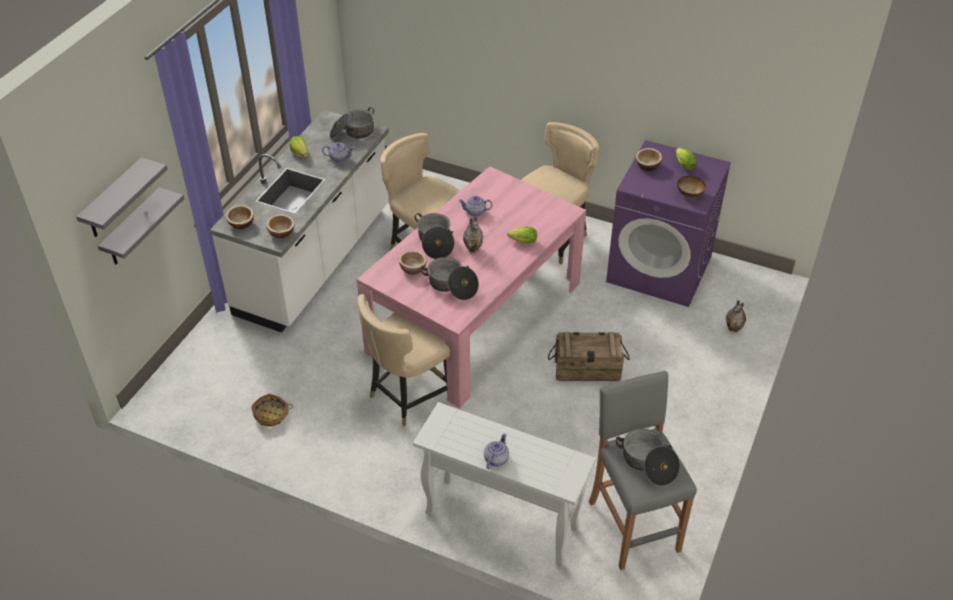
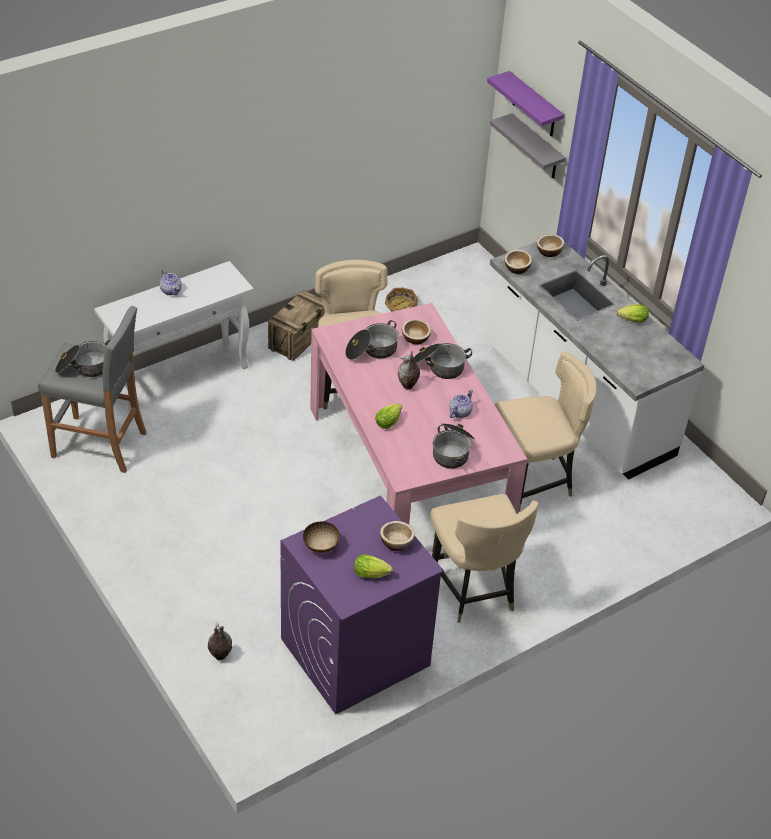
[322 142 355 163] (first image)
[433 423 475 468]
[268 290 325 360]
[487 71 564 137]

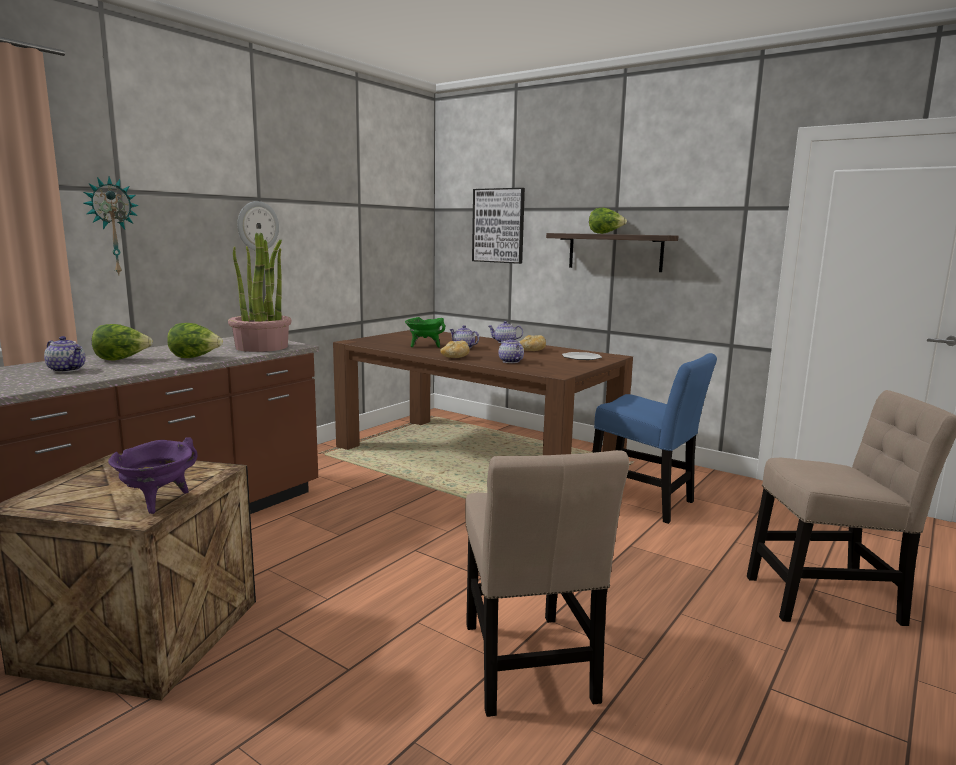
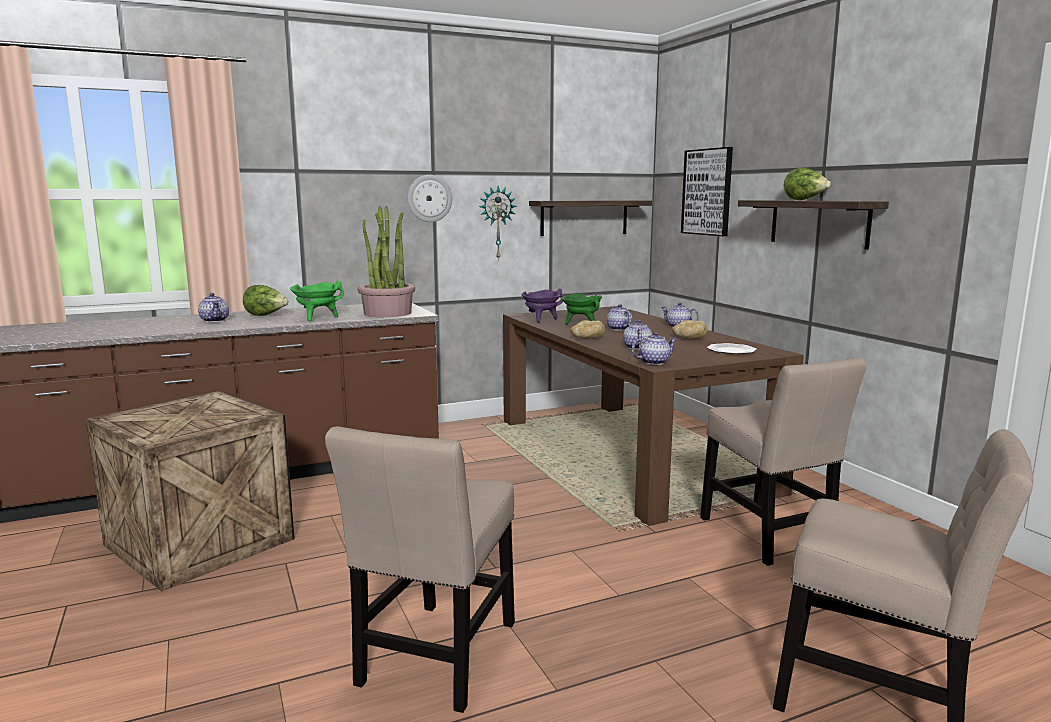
[529 200 652 236]
[632 332 677 365]
[479 186 517 261]
[521 289 563 323]
[290 281 344 321]
[700 358 867 566]

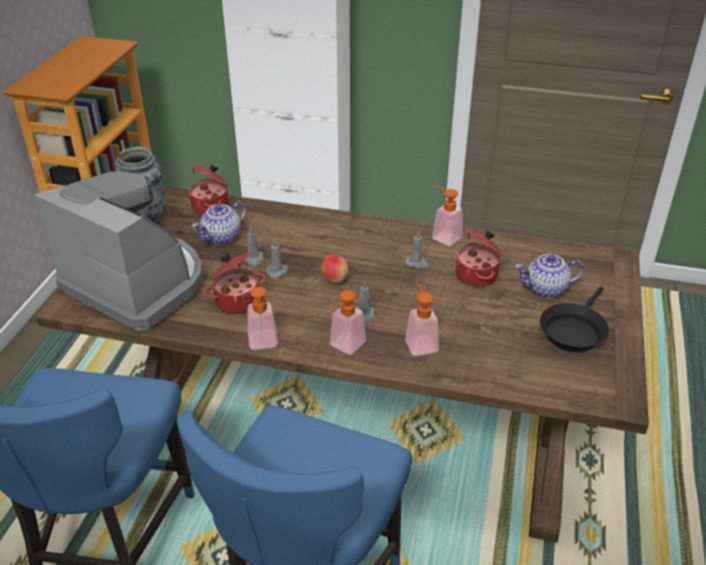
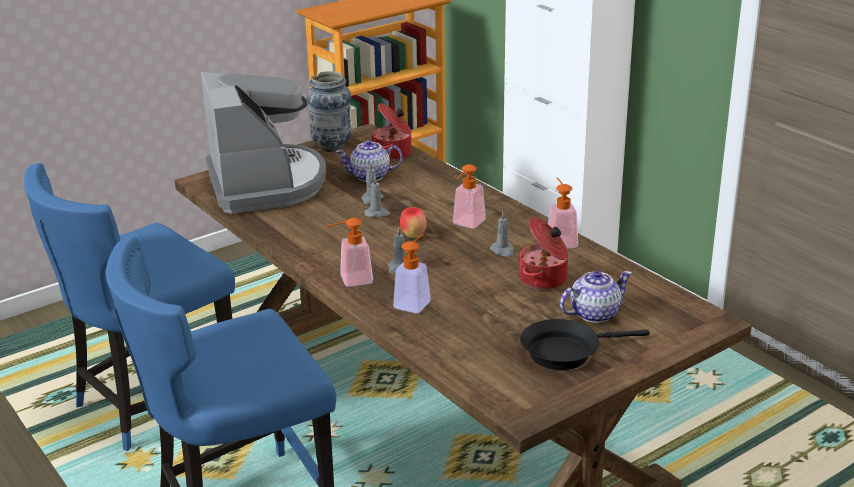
[205 252 265 314] (first image)
[453 164 486 228]
[560 270 632 323]

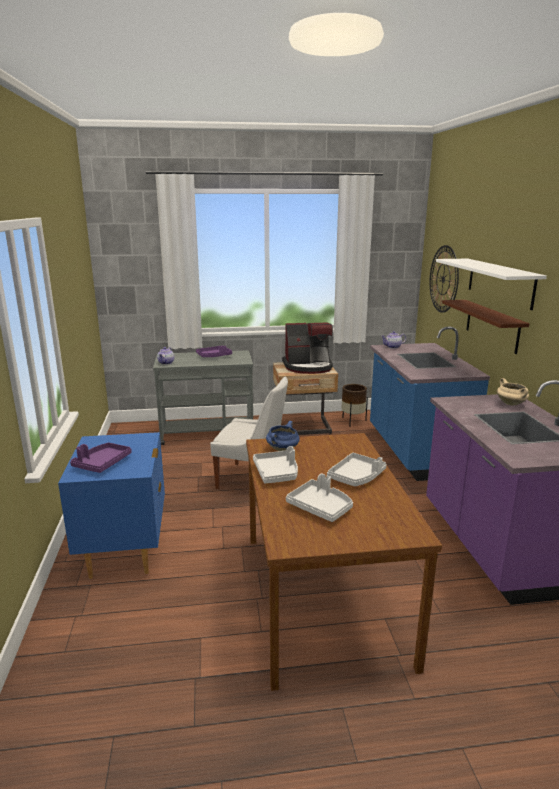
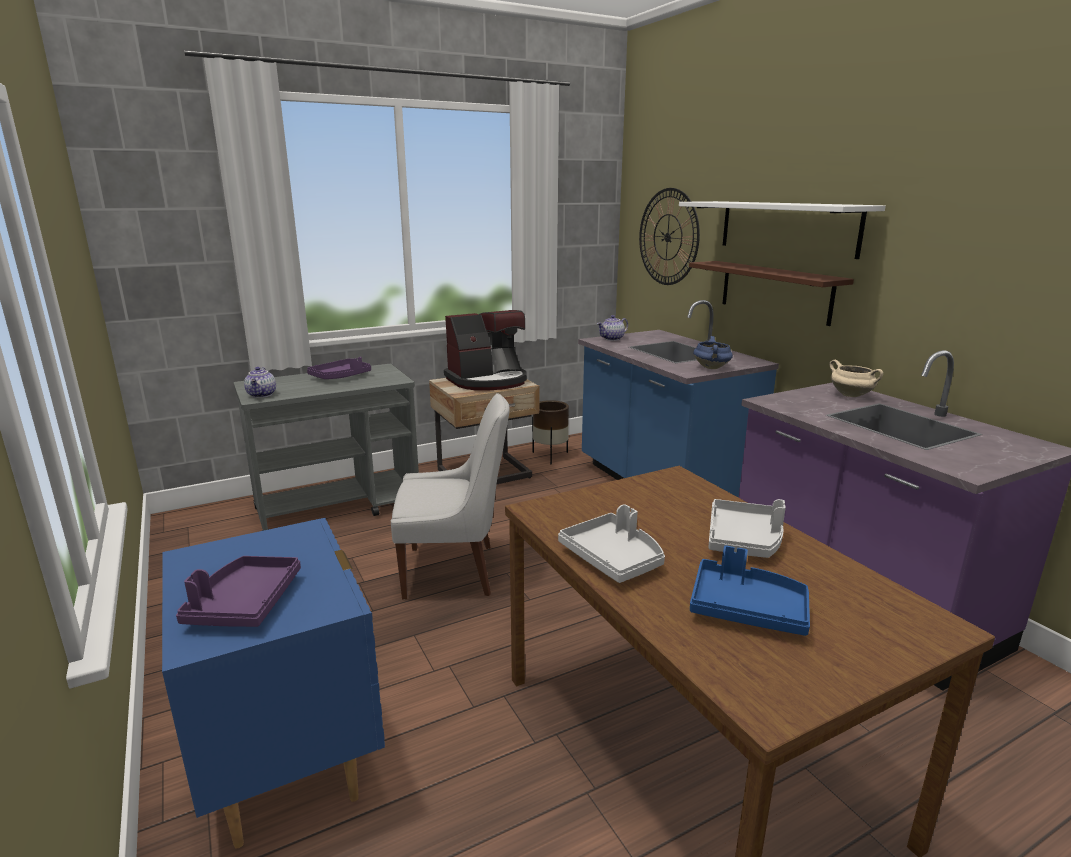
[693 336 733 369]
[690 546 810 636]

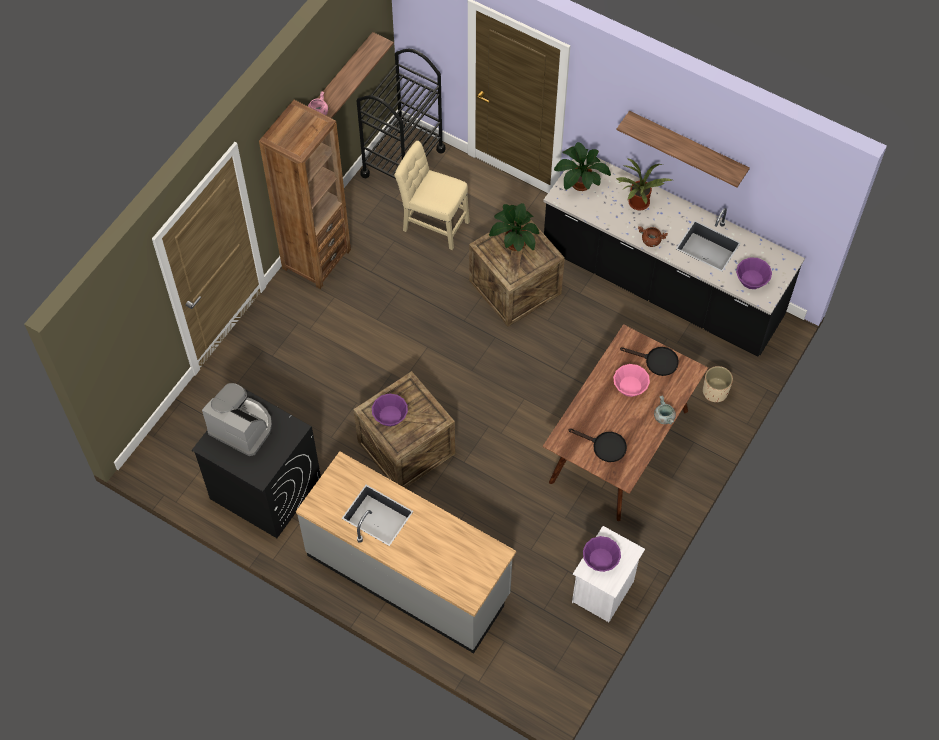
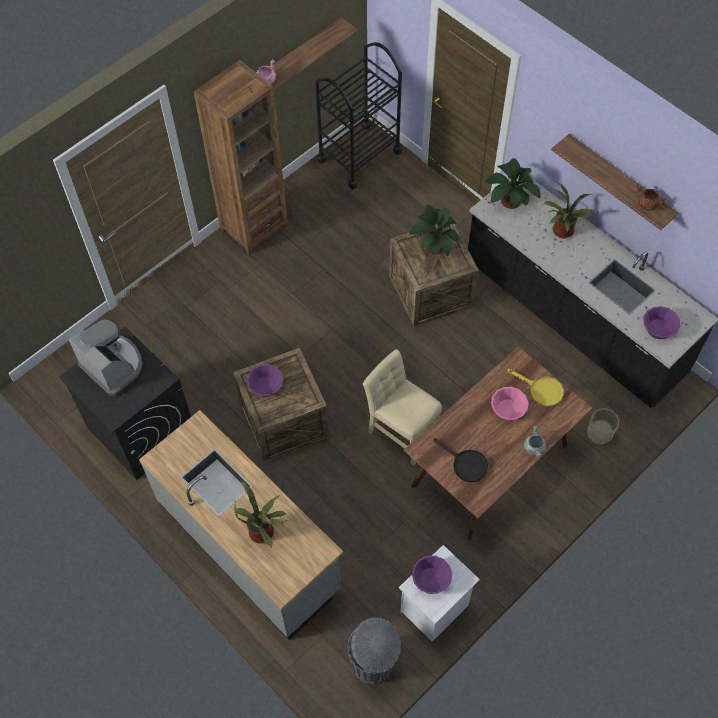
[234 480 288 548]
[347 617 401 684]
[363 349 442 466]
[636 185 668 211]
[508 369 564 407]

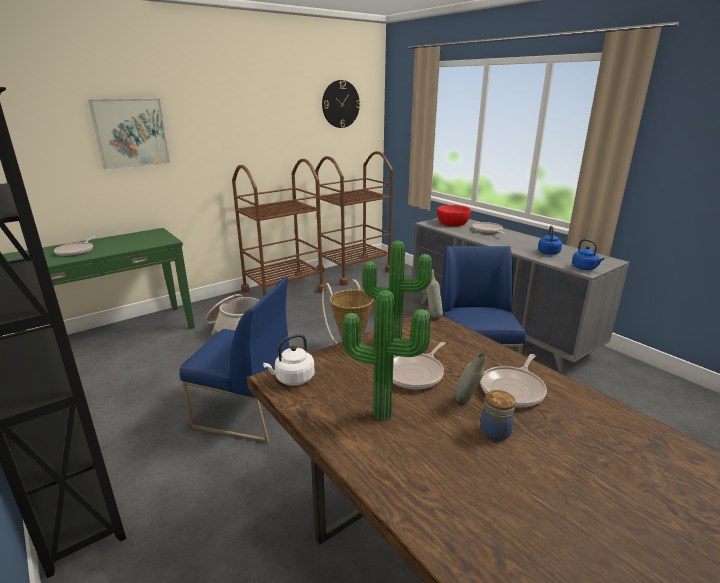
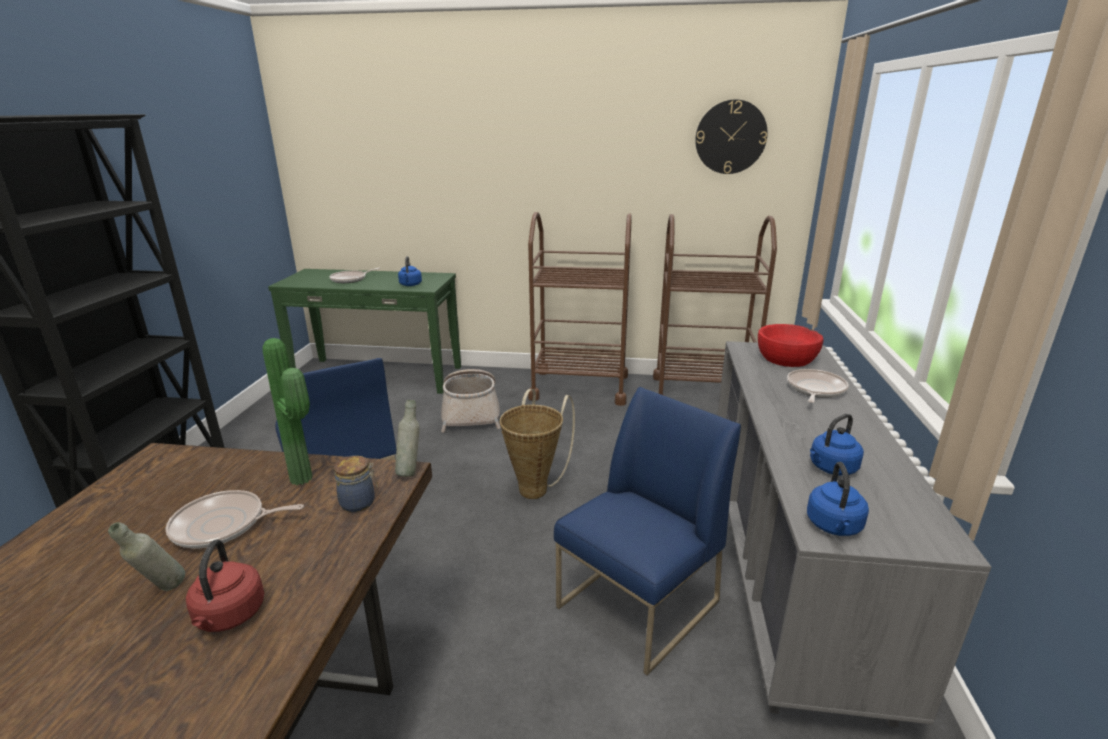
[88 98 170 169] (first image)
[263 334 314 386] (first image)
[342 290 431 421] (first image)
[398 256 422 286]
[334 456 378 512]
[186 539 264 632]

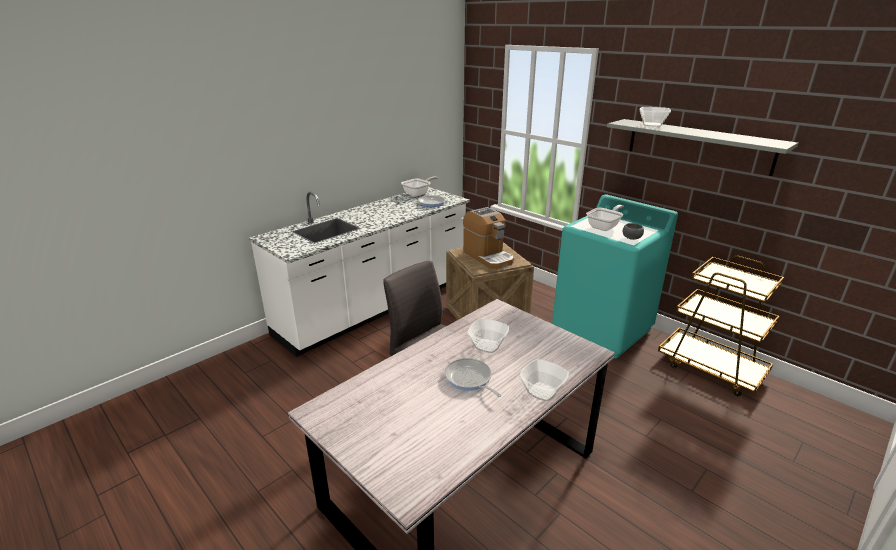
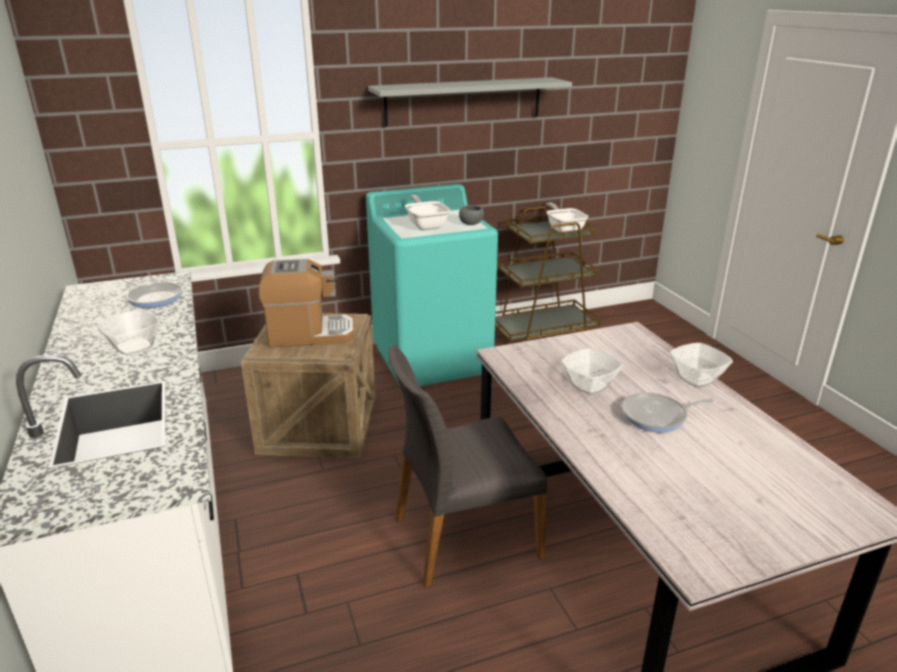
[546 202 589 234]
[97 309 160 355]

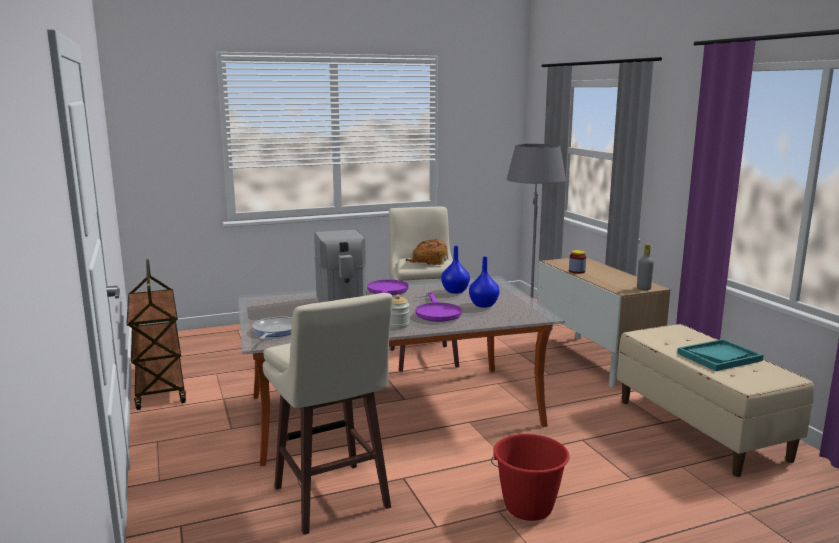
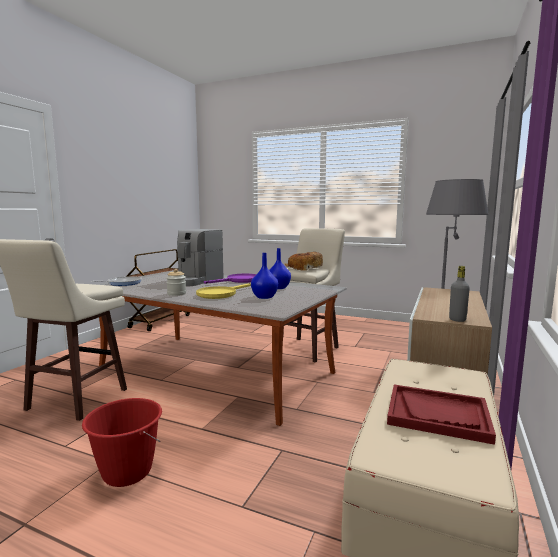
[569 250 586 274] (first image)
[196 283 251 299]
[387 385 496 445]

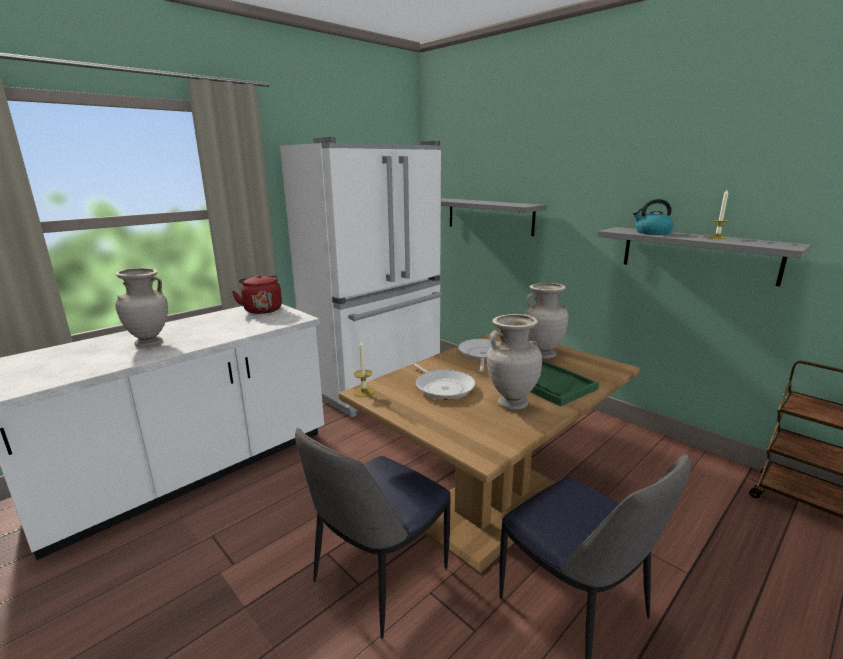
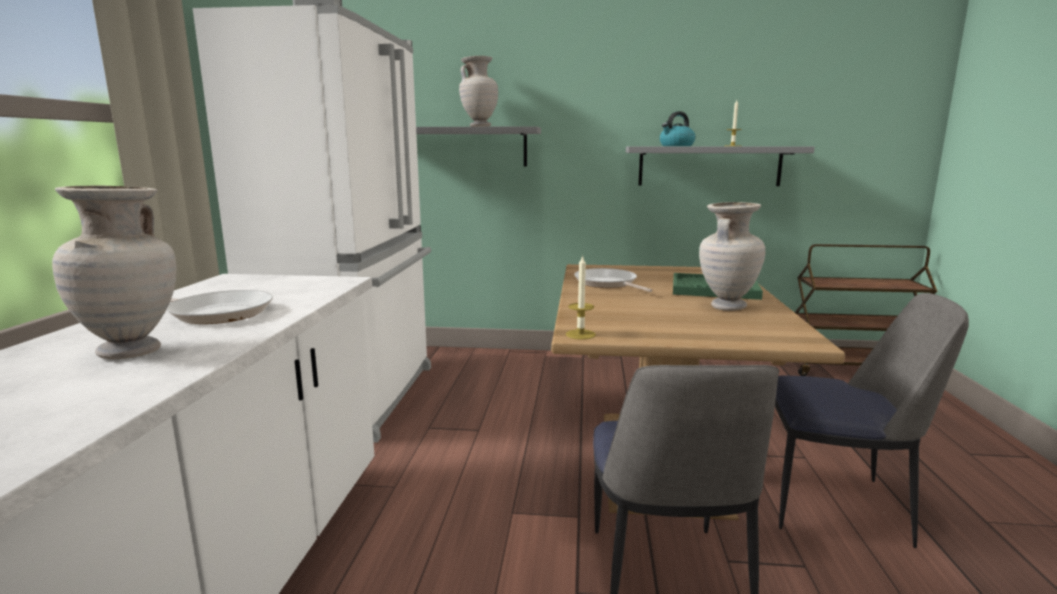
[232 275 282 314] (first image)
[167 290 273 324]
[459 56 498 127]

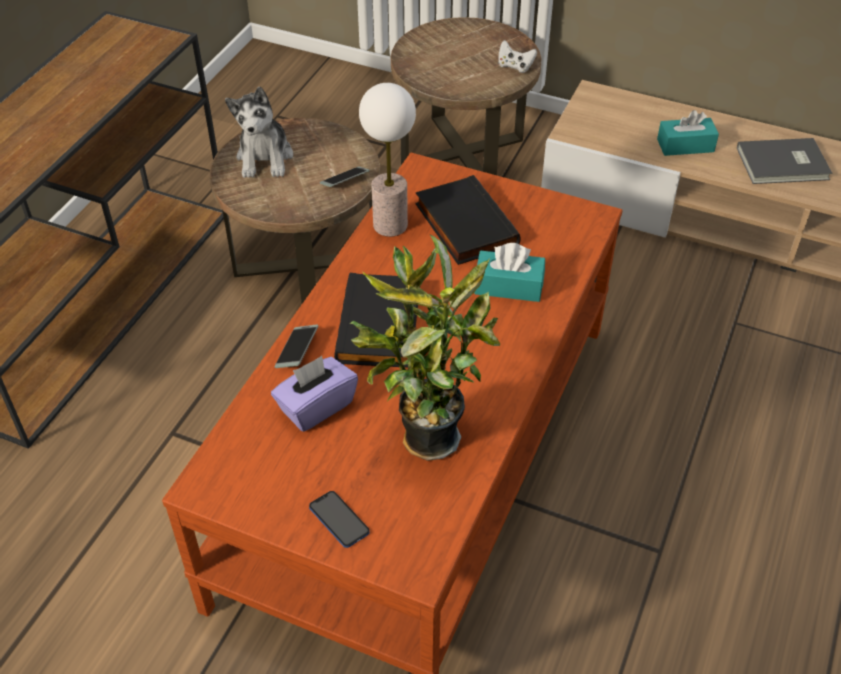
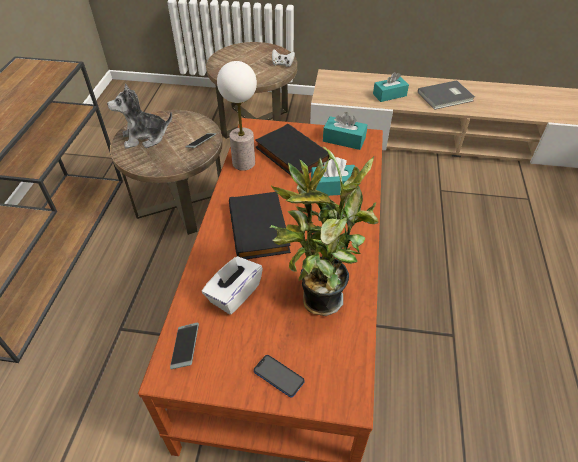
[323 112 367 150]
[170 322 199 369]
[202 256 263 315]
[107 84 172 148]

